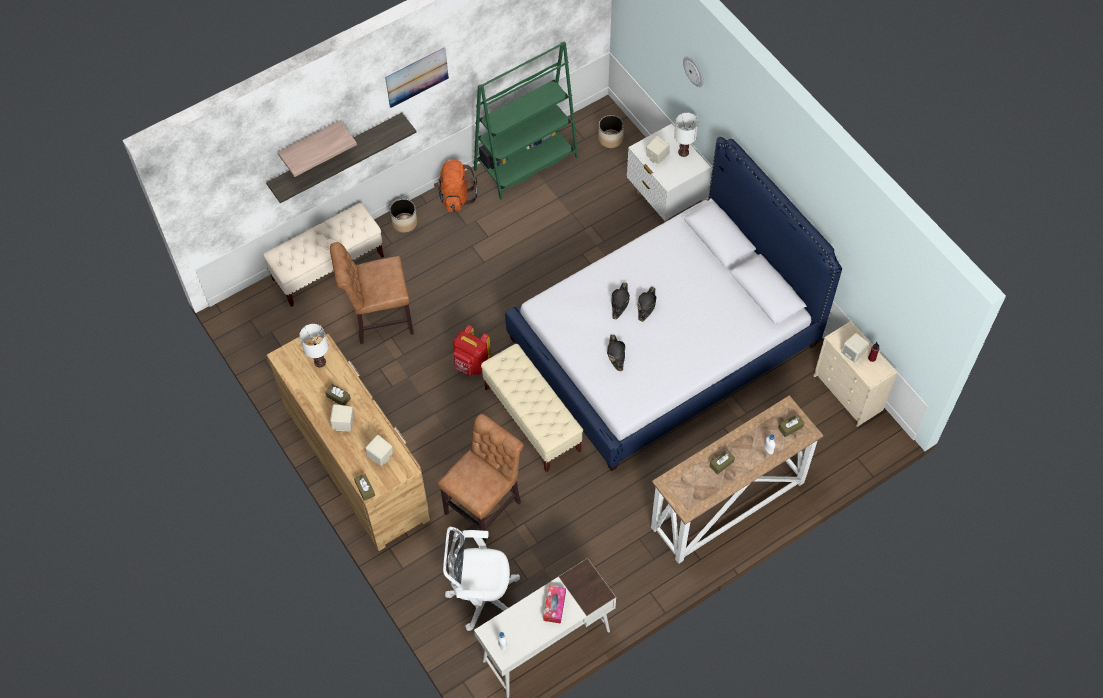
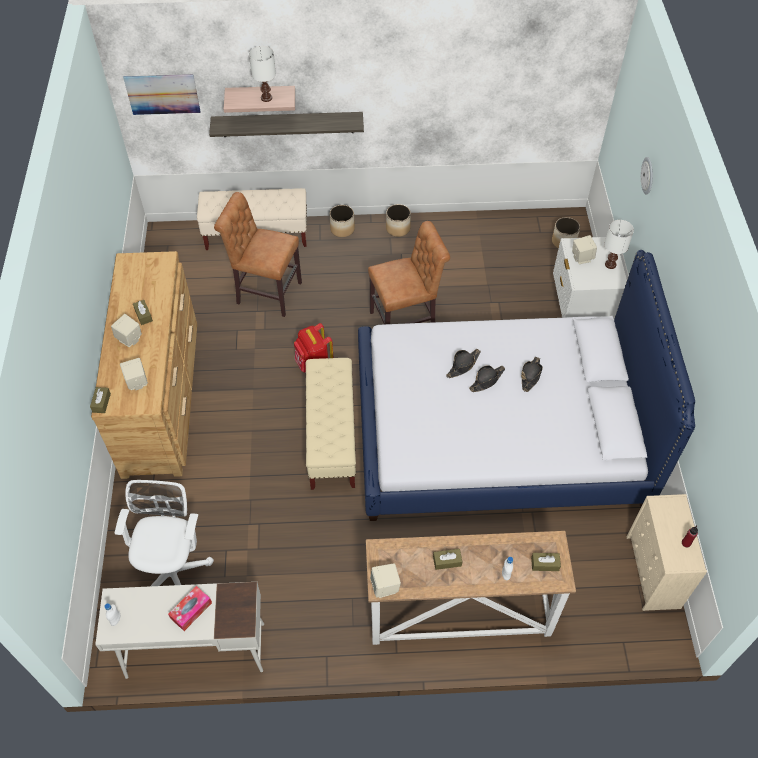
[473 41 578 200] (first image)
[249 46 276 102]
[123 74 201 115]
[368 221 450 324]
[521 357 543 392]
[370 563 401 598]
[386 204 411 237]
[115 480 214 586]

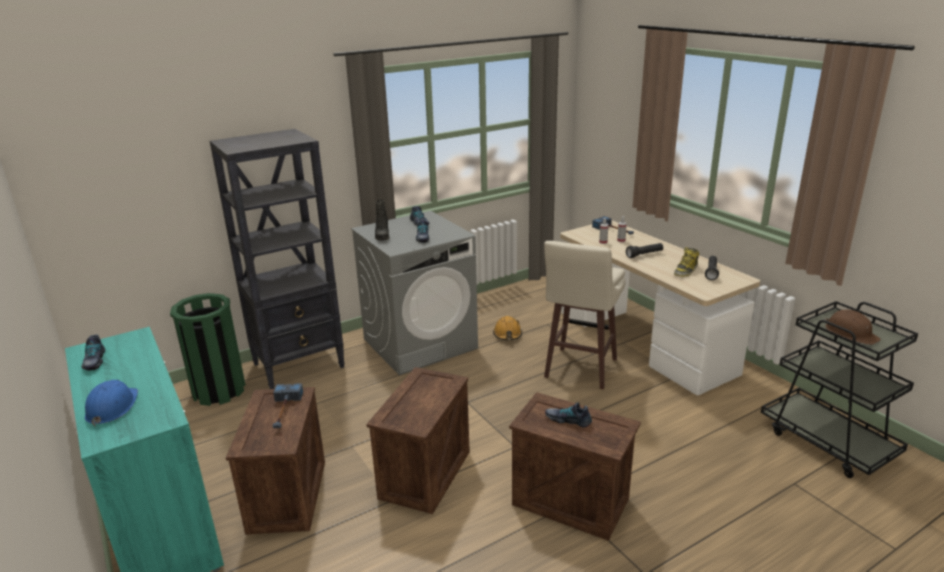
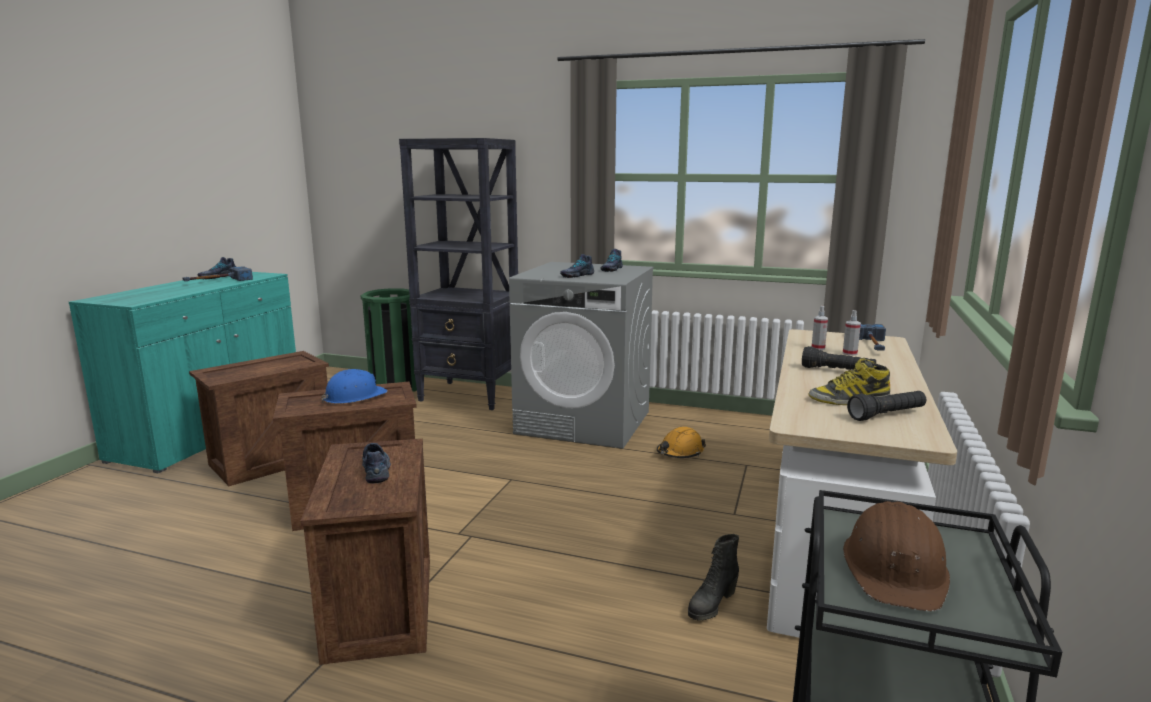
[544 241 626 390] (first image)
[321 369 388 404]
[182 266 253 281]
[688 534 739 621]

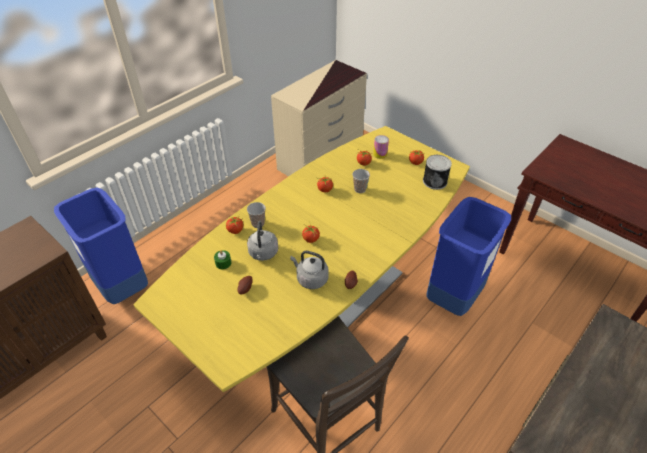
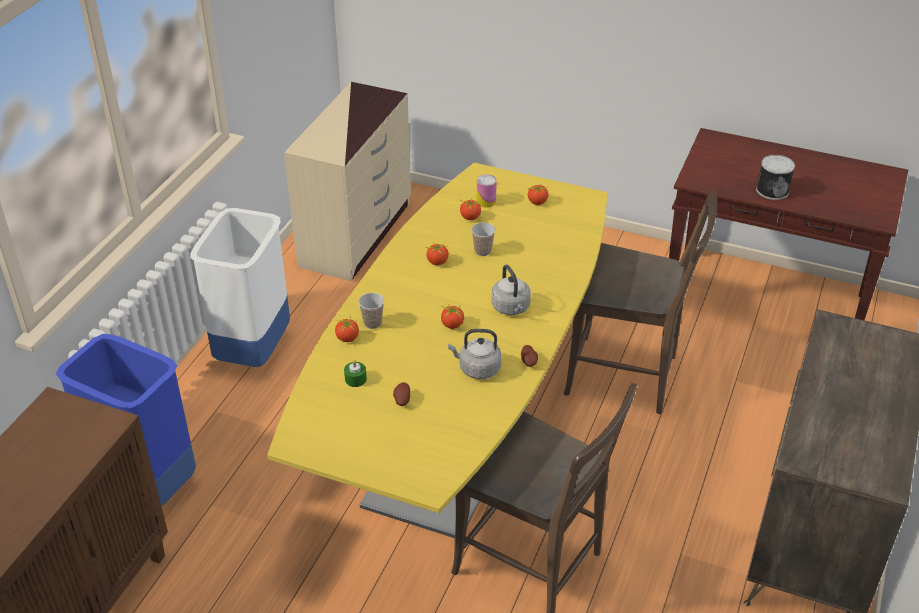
[190 208 290 367]
[491 265 531 315]
[756 155 795 200]
[564 190 717 414]

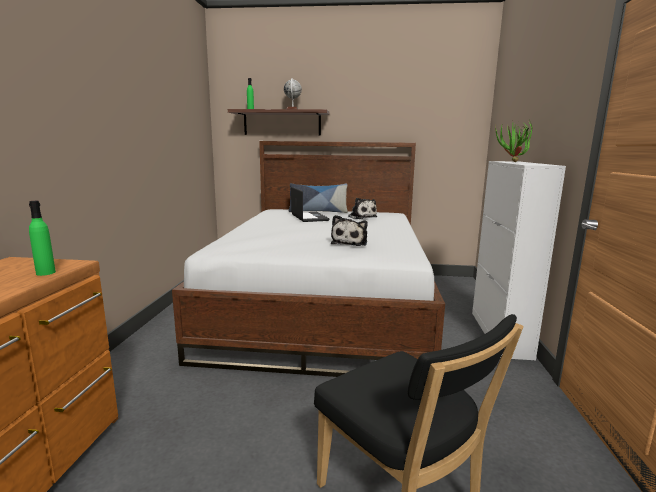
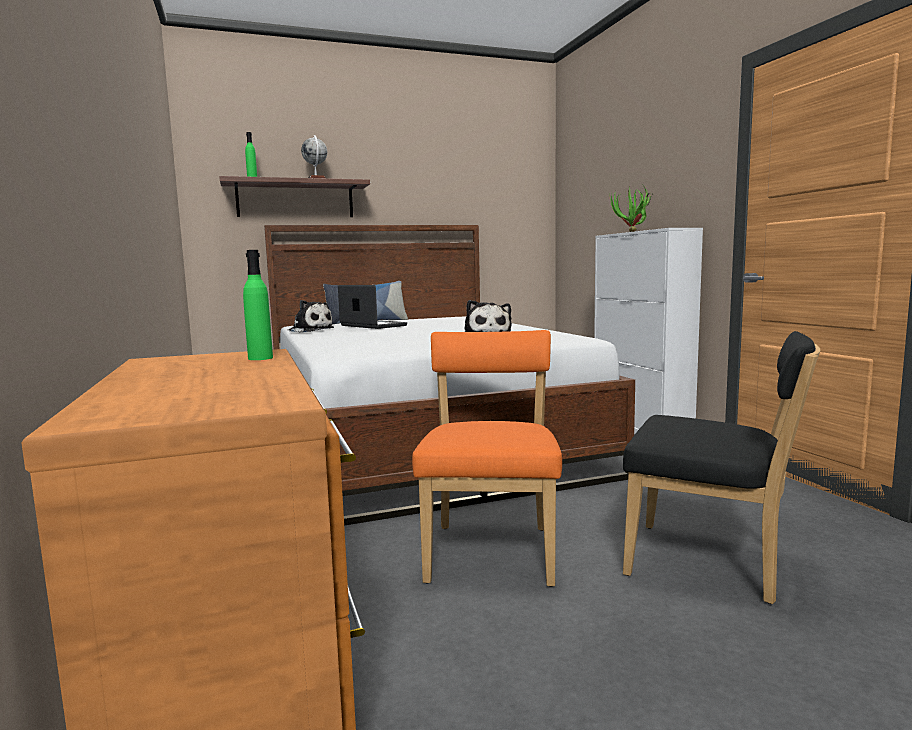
[412 330 562 587]
[287 300 334 333]

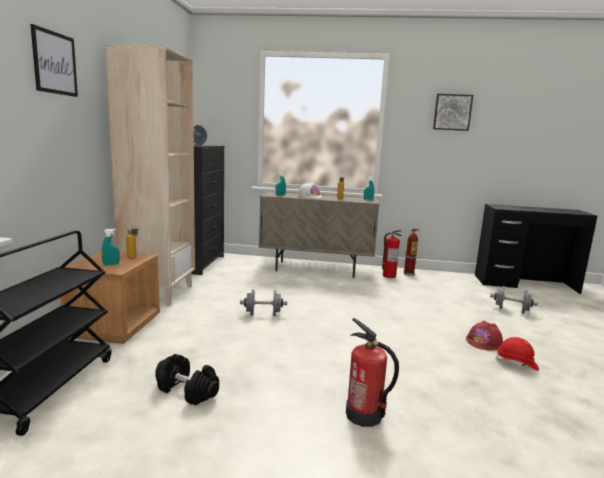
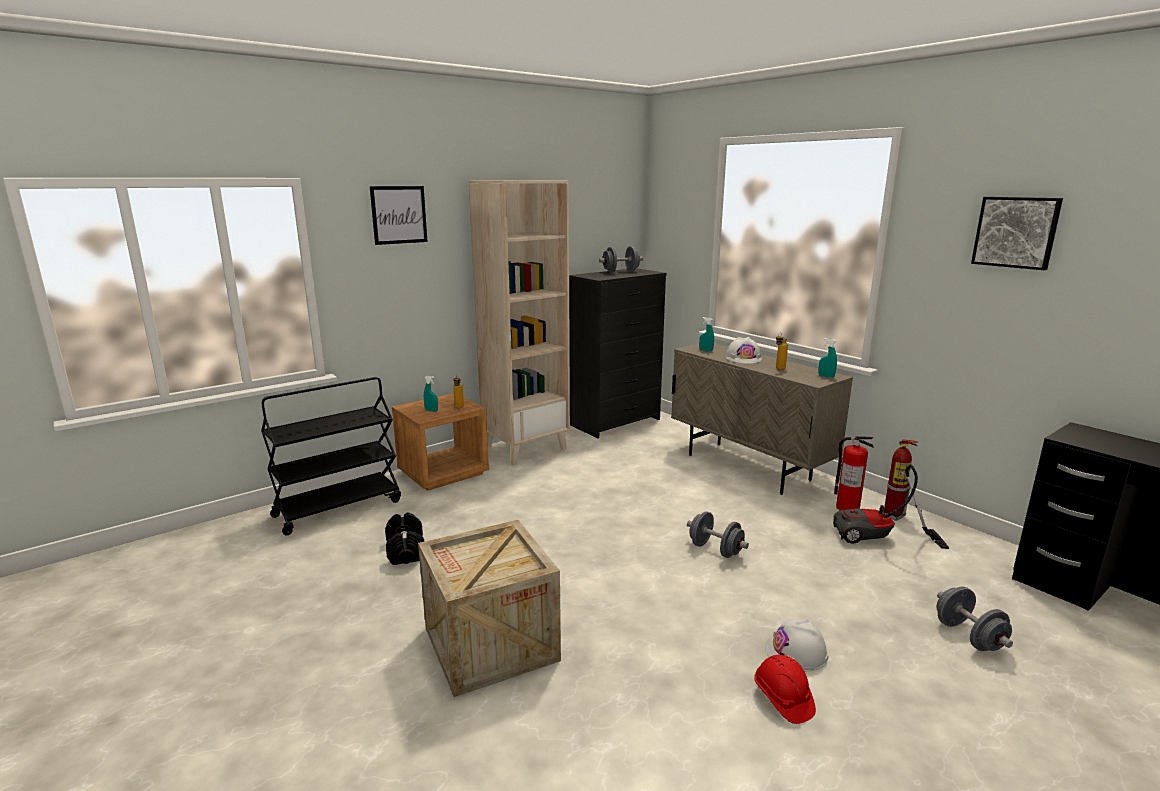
[833 465 949 549]
[687 511 749 558]
[418 520 561 697]
[765 619 828 671]

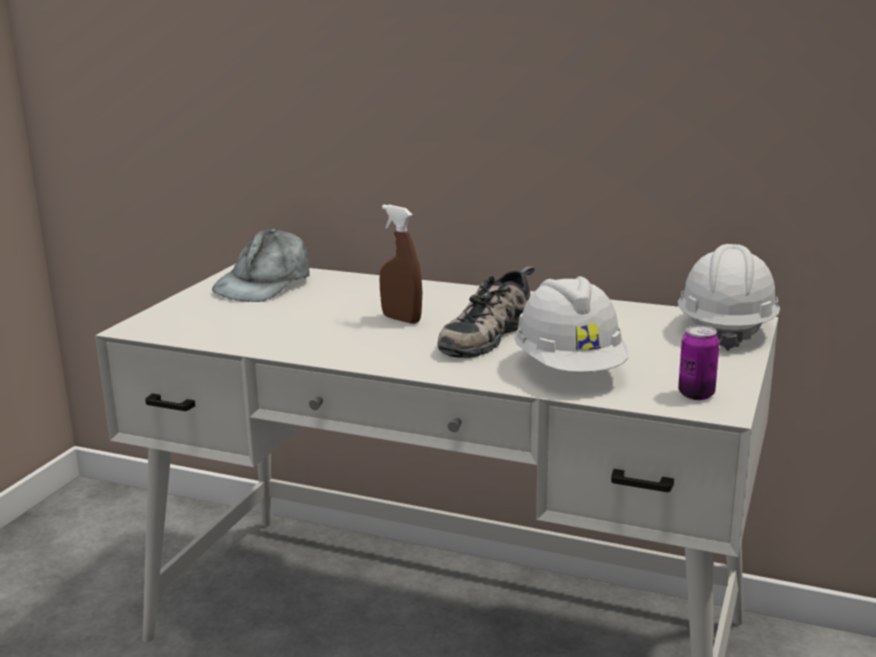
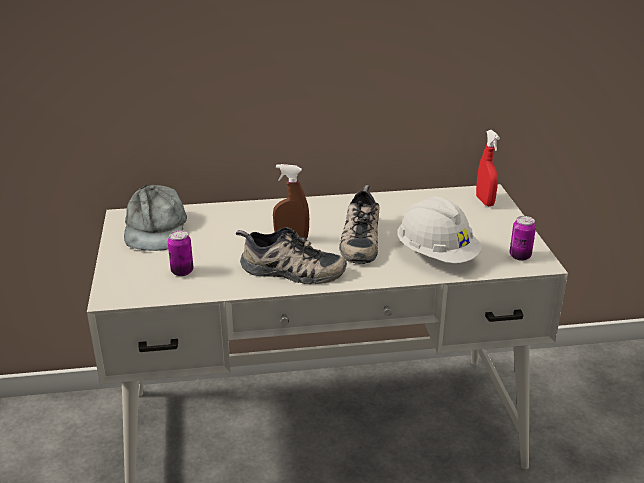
[168 230 194 276]
[236 227 347 284]
[476 130 500 207]

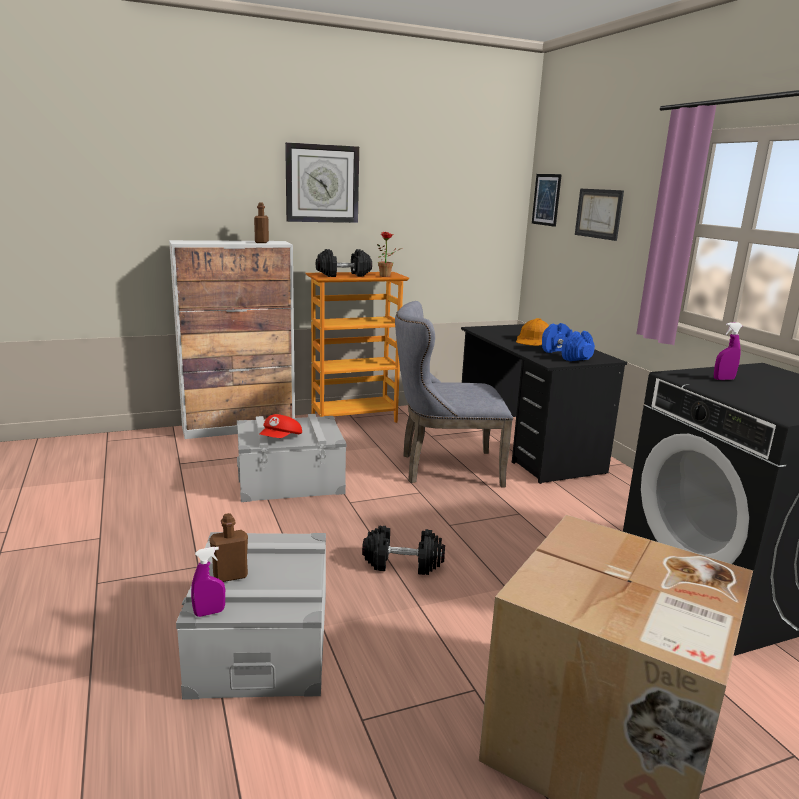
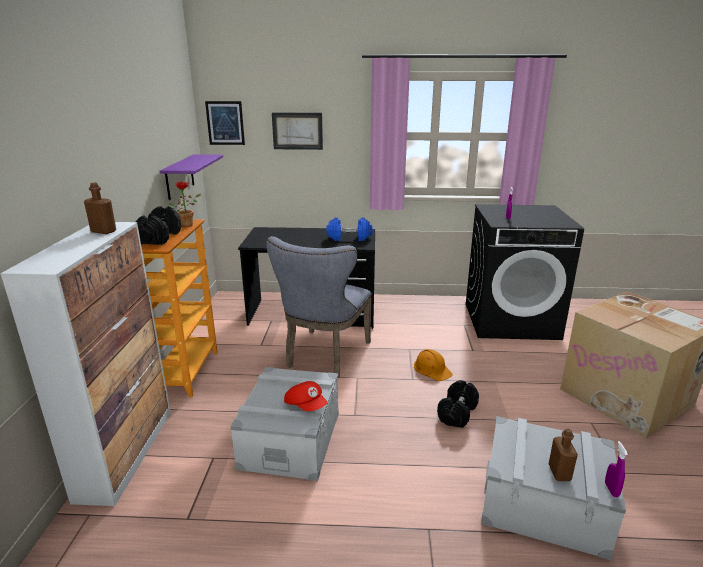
[285 142 359 223] (first image)
[159 154 223 200]
[414 349 453 381]

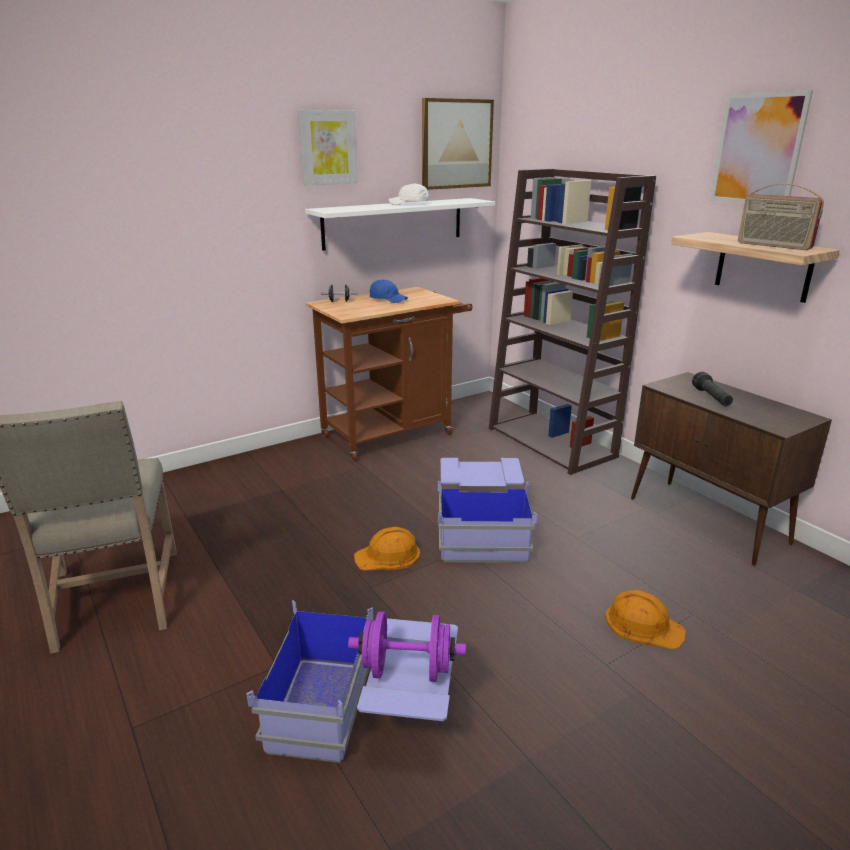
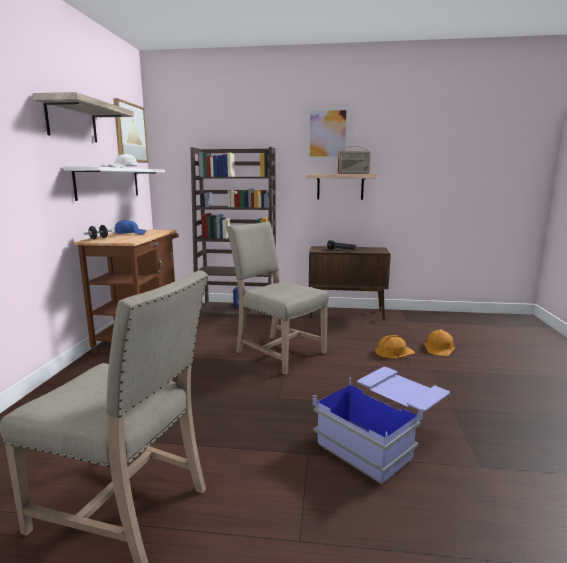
[348 612 466 682] (first image)
[425 329 455 356]
[33 92 134 142]
[227 222 329 375]

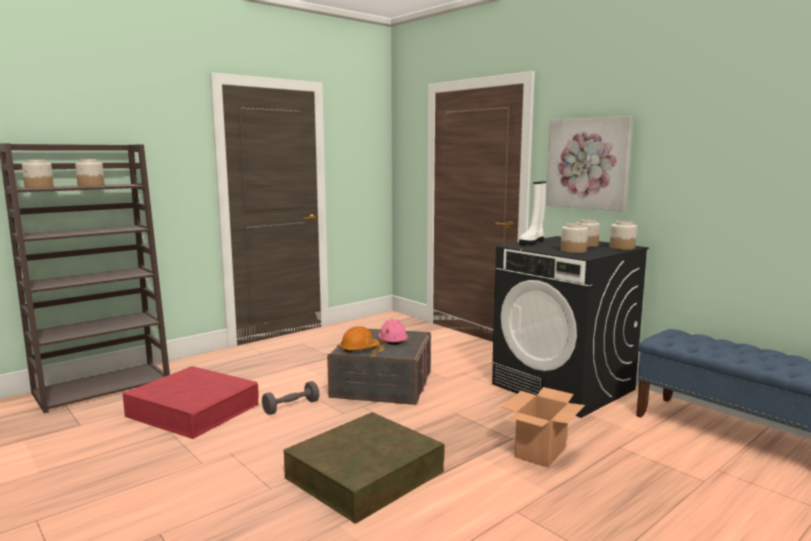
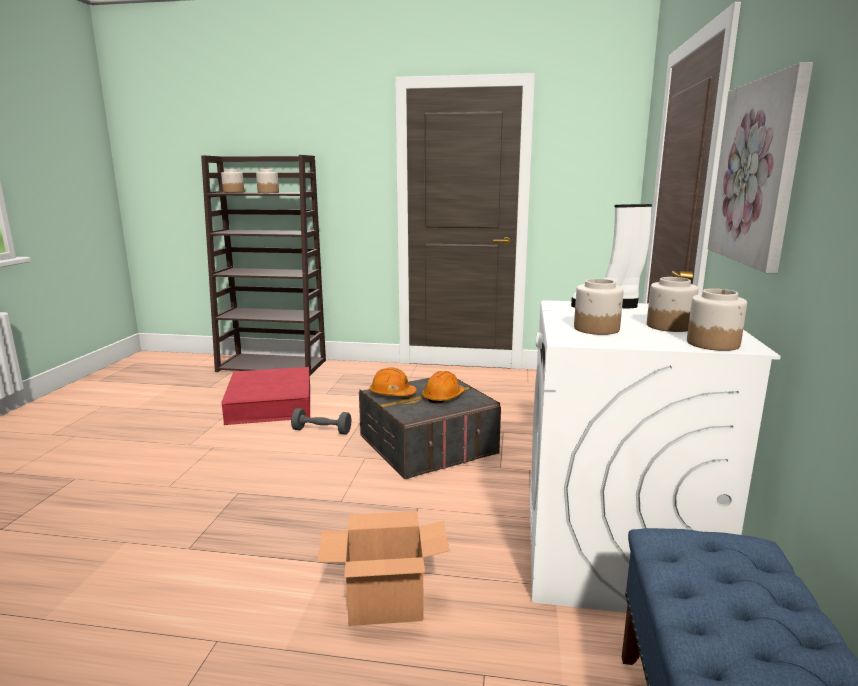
[283 412 445 524] (first image)
[422 371 465 404]
[530 300 781 613]

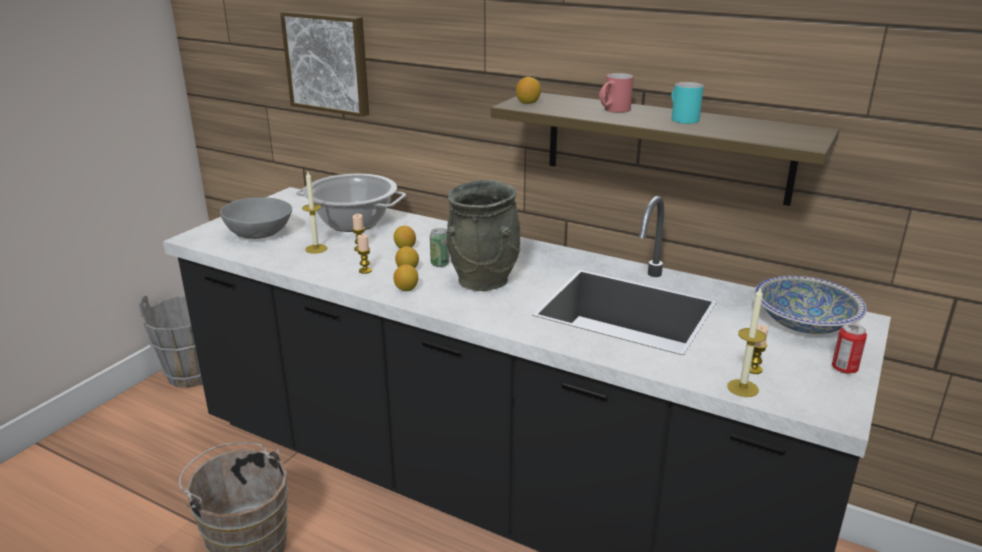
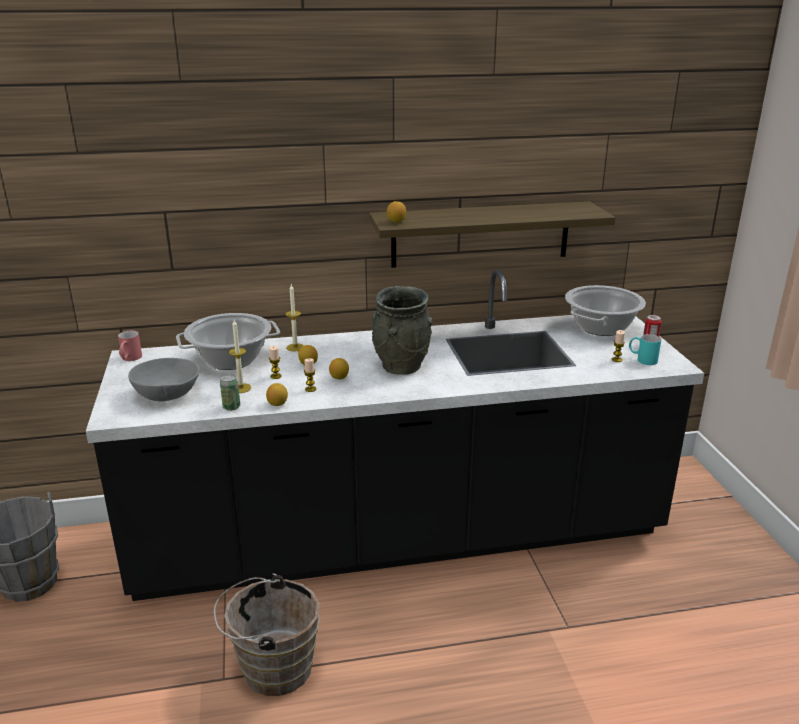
[280 11 369 117] (first image)
[266 383 288 406]
[220 375 240 411]
[118 331 142 361]
[629 334 662 365]
[285 285 304 352]
[565 285 646 336]

